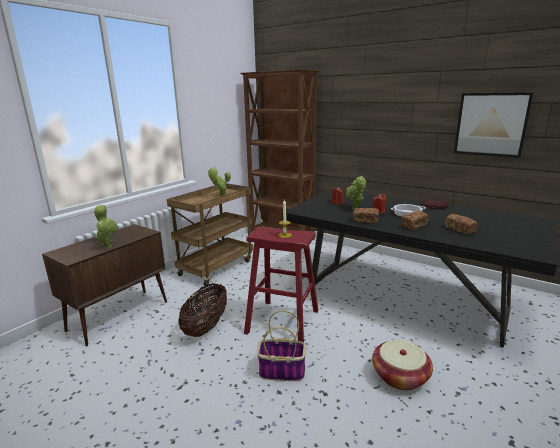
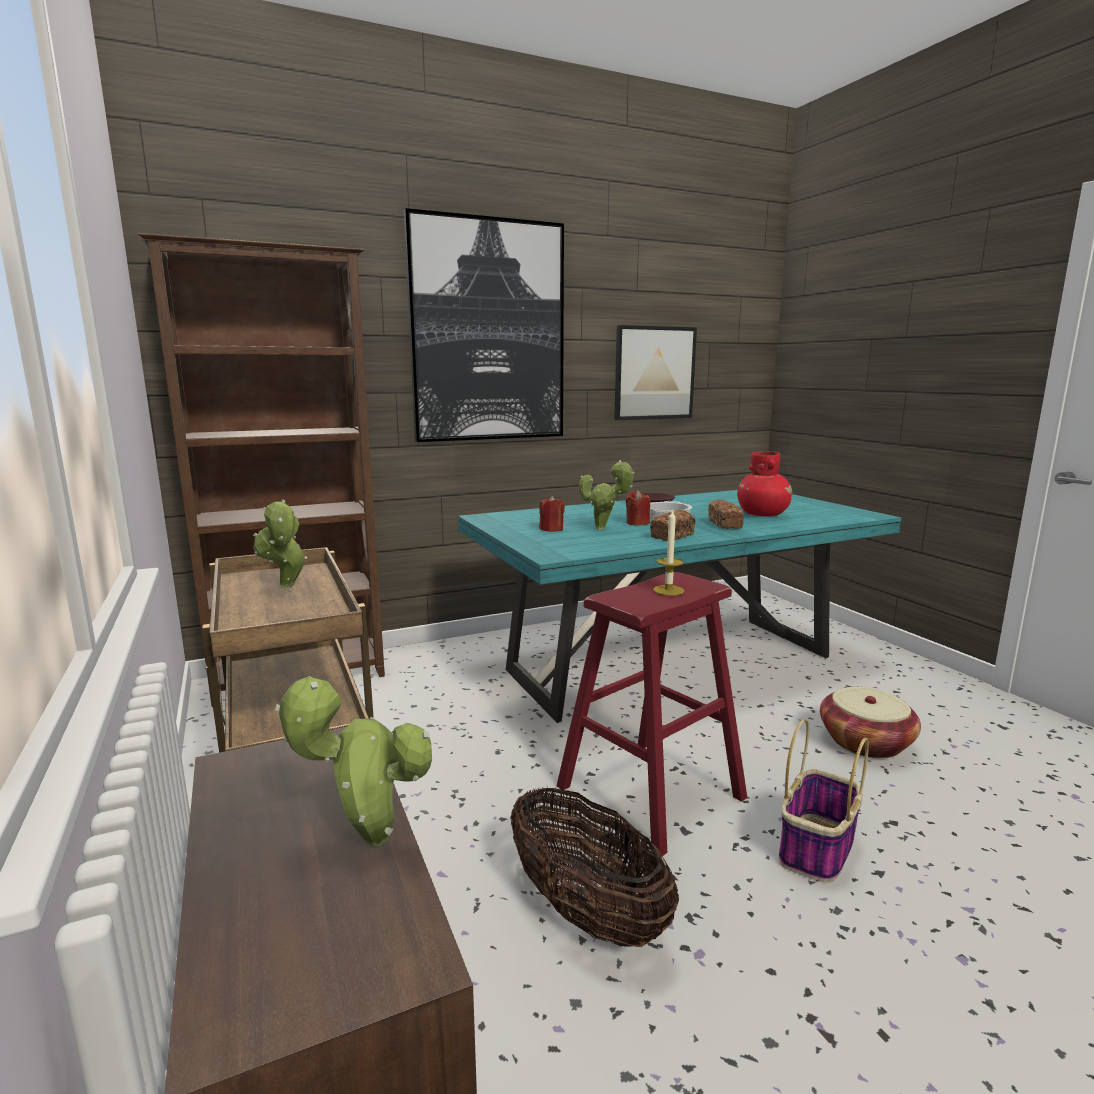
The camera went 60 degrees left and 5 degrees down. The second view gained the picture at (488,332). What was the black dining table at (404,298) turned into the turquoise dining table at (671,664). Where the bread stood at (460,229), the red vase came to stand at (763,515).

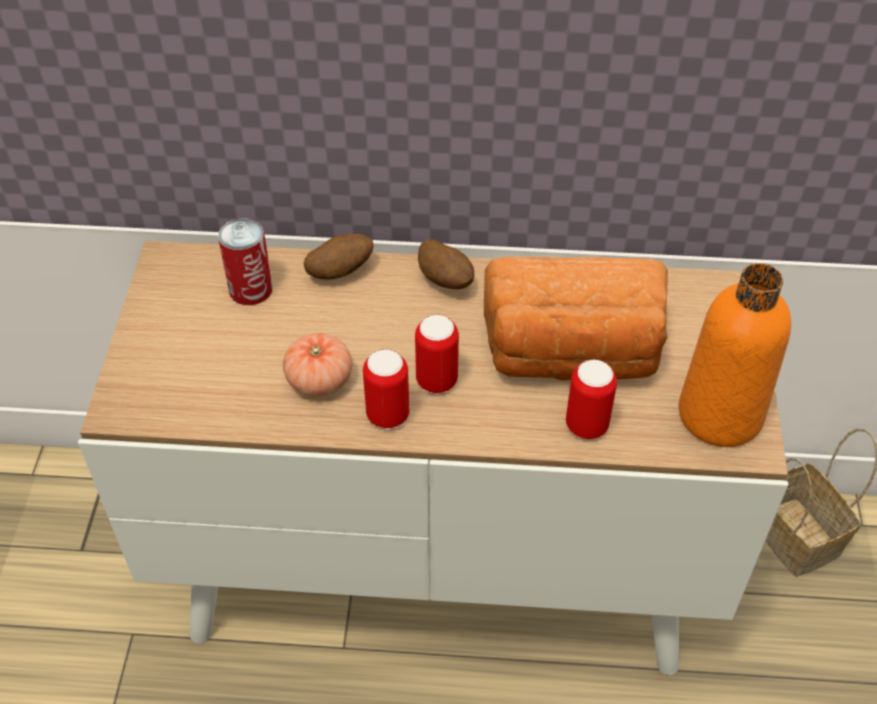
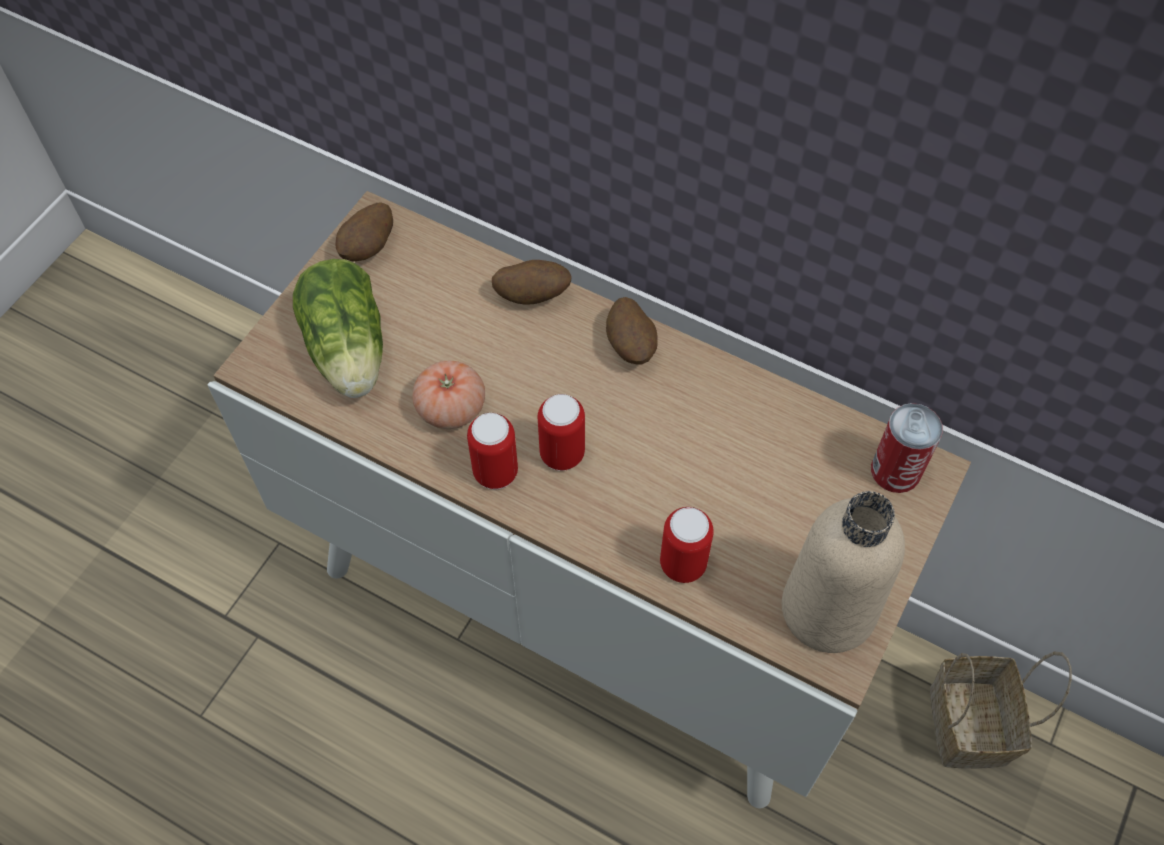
The camera went 25 degrees right and 10 degrees up. The second view gained the lettuce at (348,353). The second view gained the potato at (369,248). What was the orange bottle at (720,414) turned into the beige bottle at (828,609). The can ended up elsewhere, having gone from (250,289) to (895,470). The second view lost the bread at (572,354).

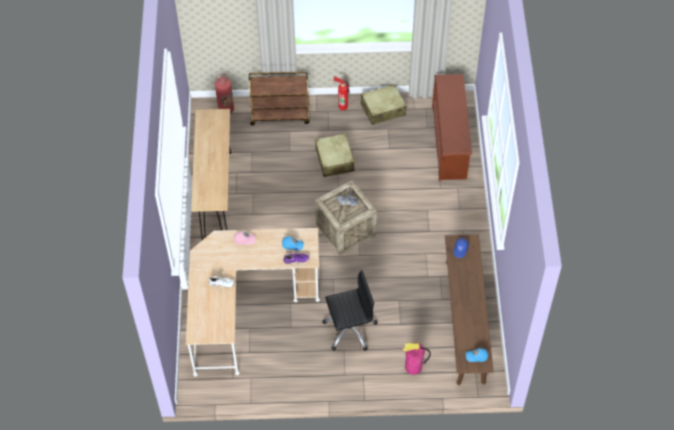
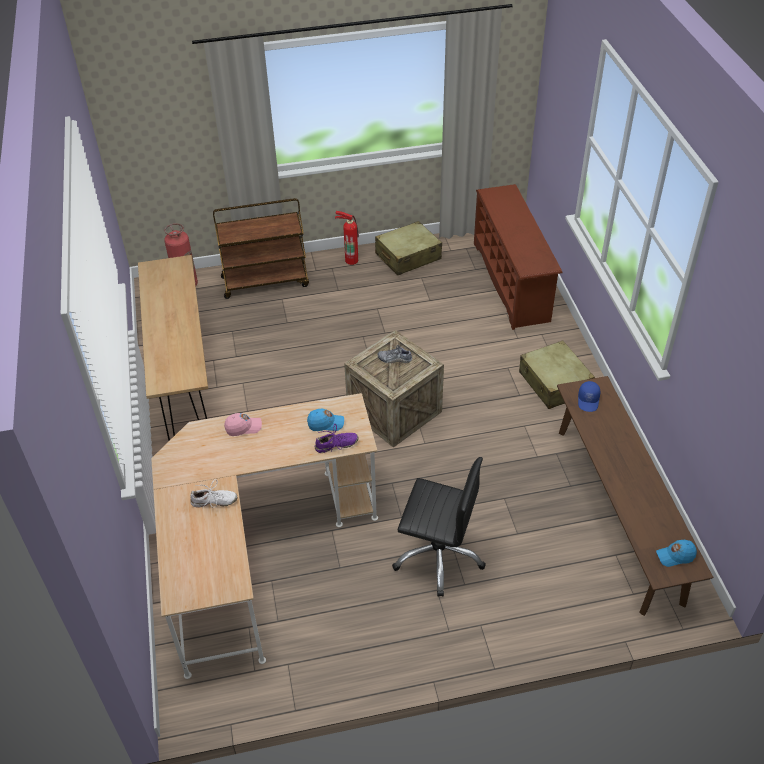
The camera went 10 degrees left and 10 degrees down. The black office chair at (350,329) ended up facing another way, 45 degrees clockwise from before. The beige suitcase ended up elsewhere, having gone from (334,160) to (554,383). The second view lost the fire extinguisher at (413,366).

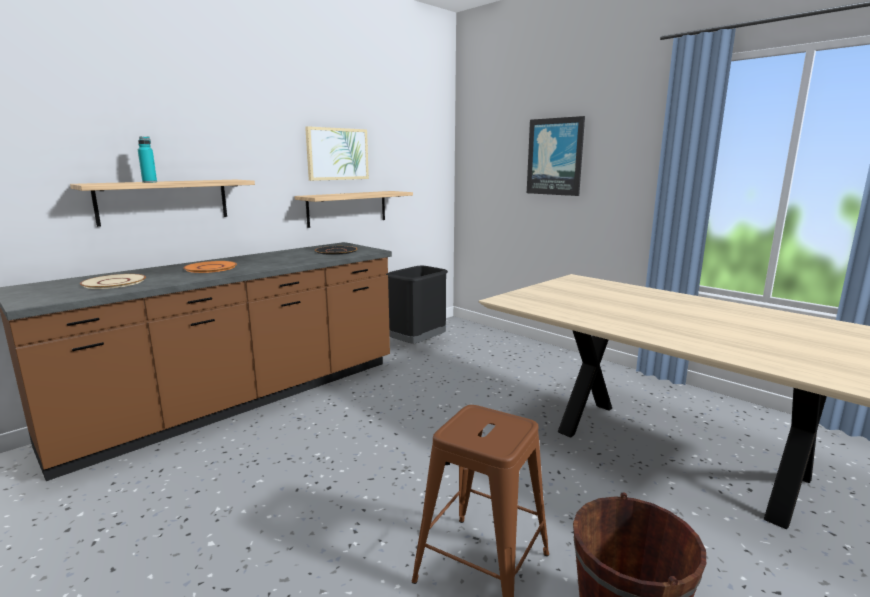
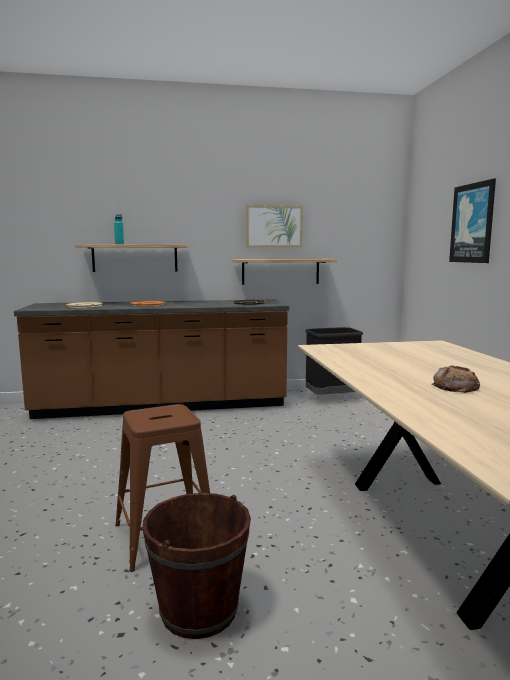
The camera went 35 degrees right and 5 degrees down. The second view gained the bread at (456,386).

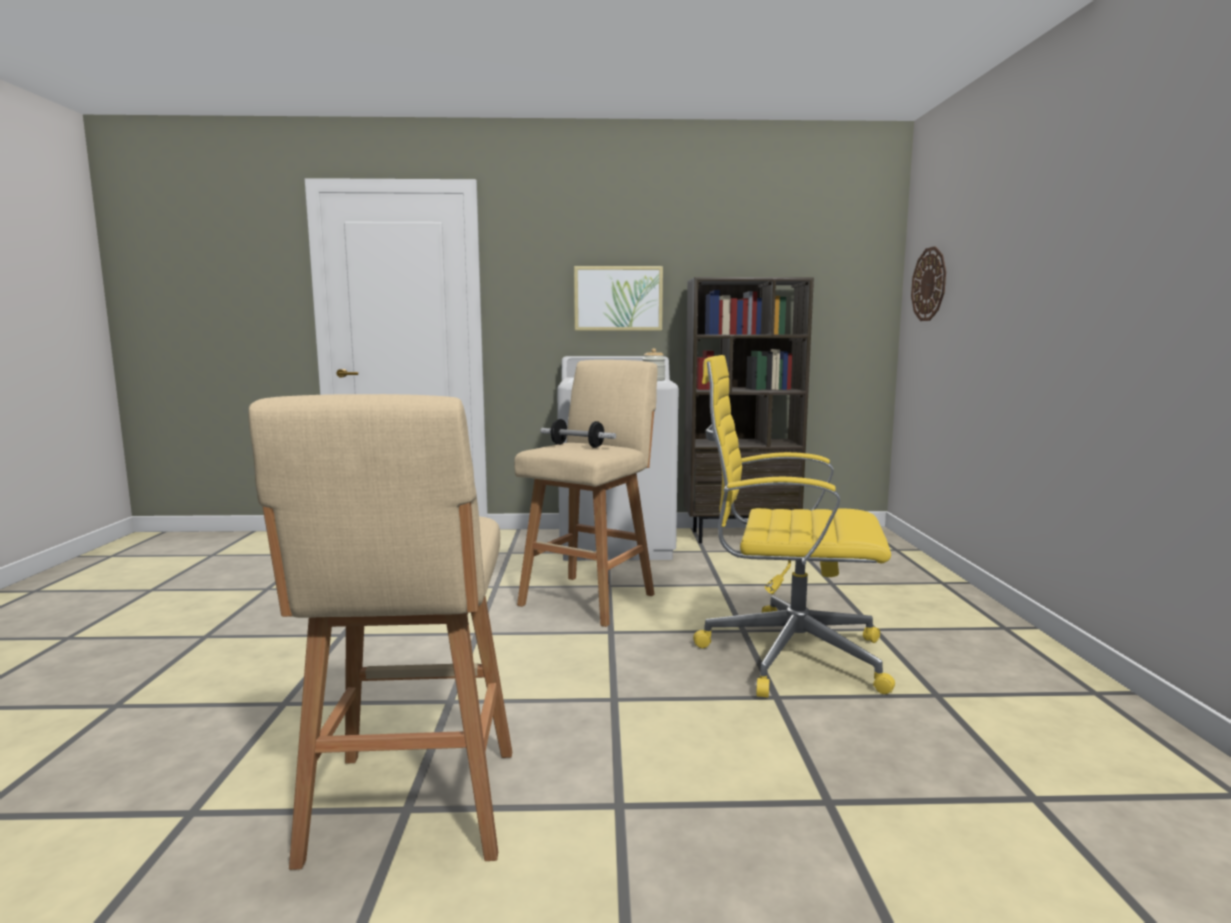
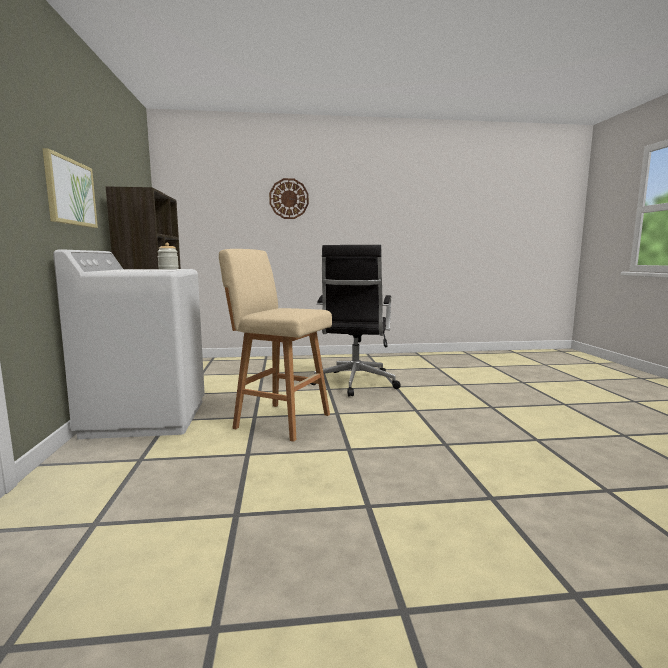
The camera went 95 degrees left and 0 degrees up. The wall clock ended up elsewhere, having gone from (929,284) to (289,198). What was the yellow office chair at (787,654) turned into the black office chair at (354,383). The second view lost the beige stool at (411,810). The second view lost the dumbbell at (577,446).

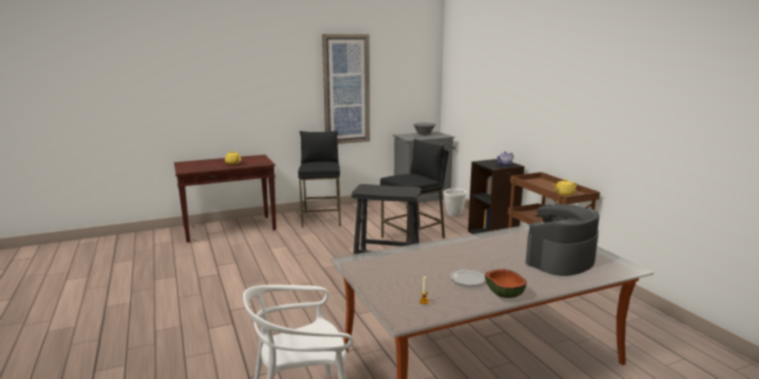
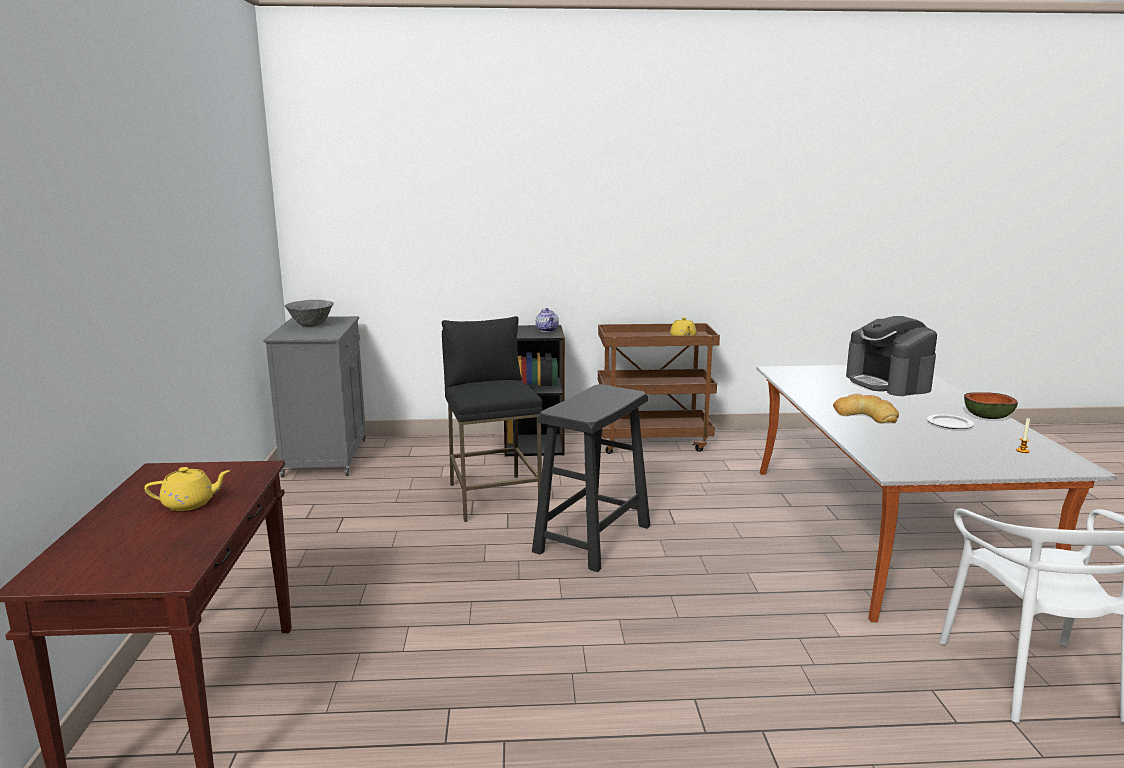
The camera went 70 degrees left and 0 degrees up. The second view gained the bread at (865,415). The second view lost the black stool at (321,218). The second view lost the picture at (346,89). The second view lost the white planter at (453,214).

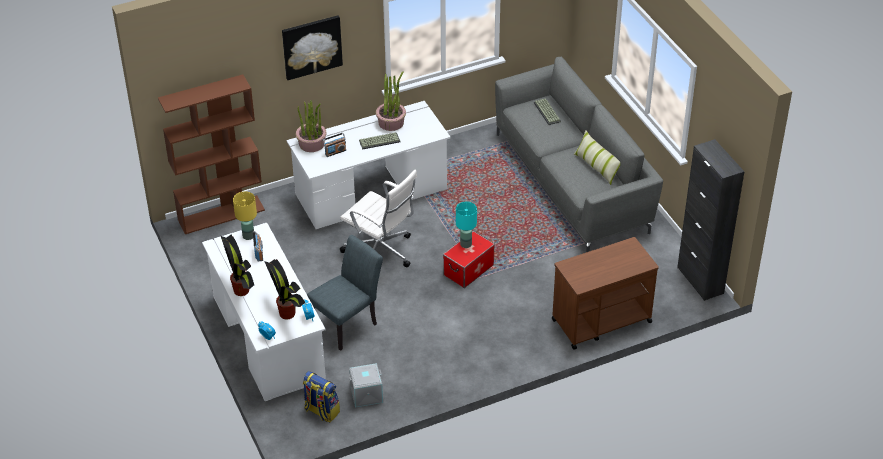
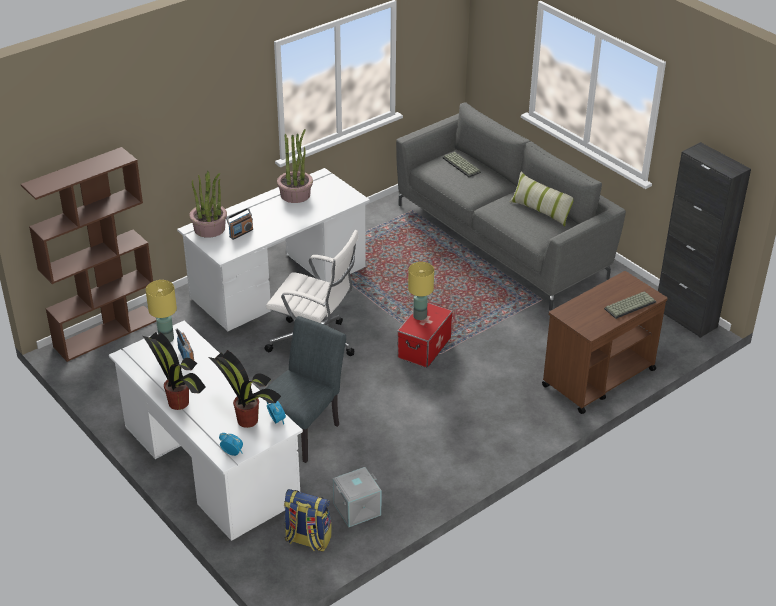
The camera went 15 degrees left and 5 degrees down. What was the turquoise table lamp at (465,244) turned into the yellow table lamp at (419,316). The keyboard ended up elsewhere, having gone from (379,141) to (630,305). The second view lost the picture at (312,46).

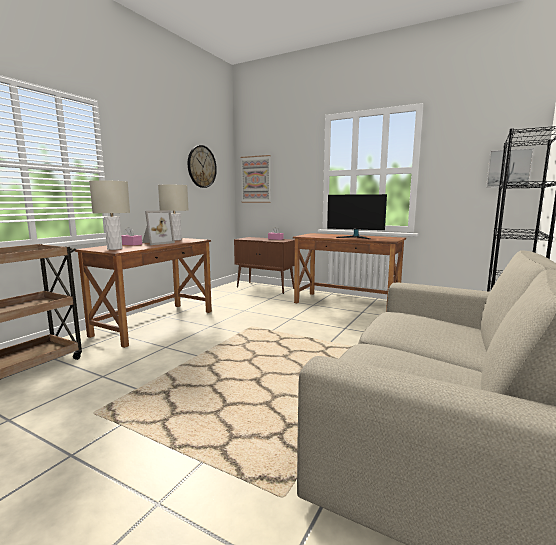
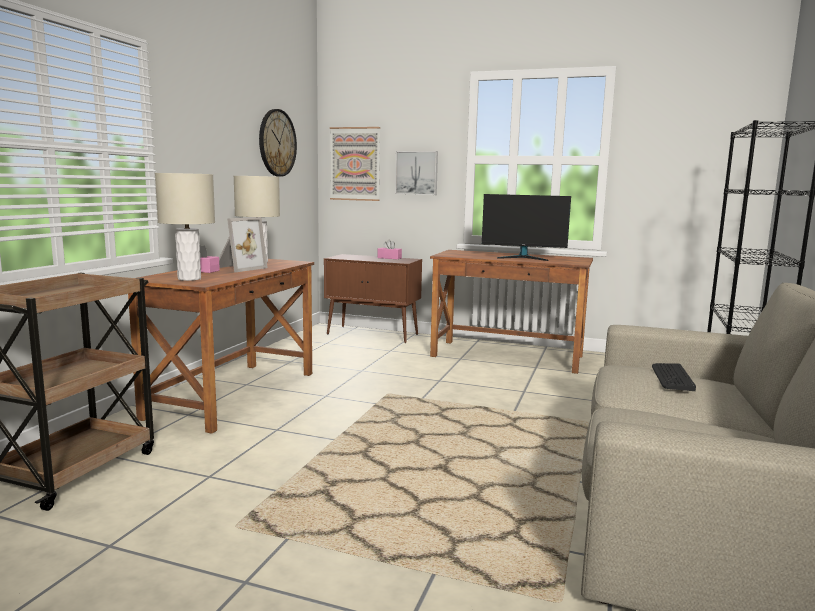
The camera went 10 degrees left and 0 degrees up. The picture ended up elsewhere, having gone from (509,168) to (417,173). The second view gained the keyboard at (672,377).

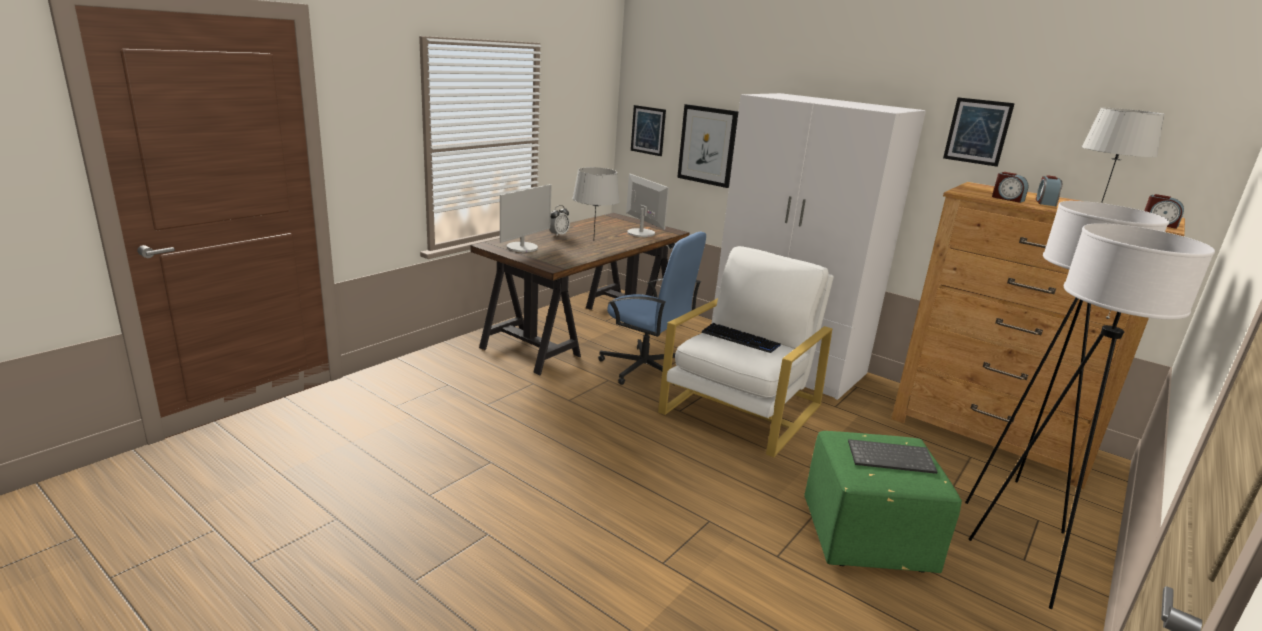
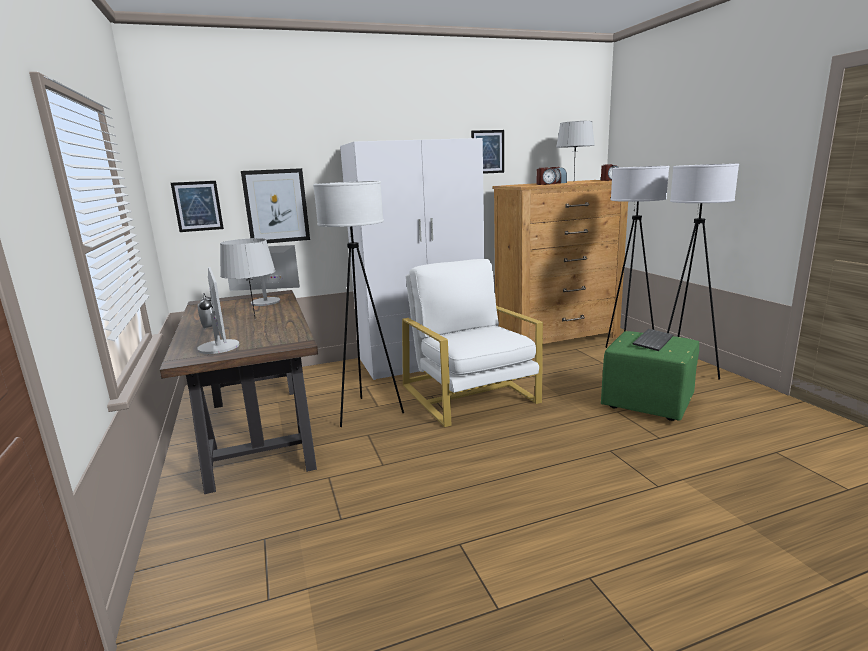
The camera went 55 degrees left and 5 degrees down. Where the blue office chair stood at (645,368), the white floor lamp came to stand at (367,412). The second view lost the keyboard at (740,339).

